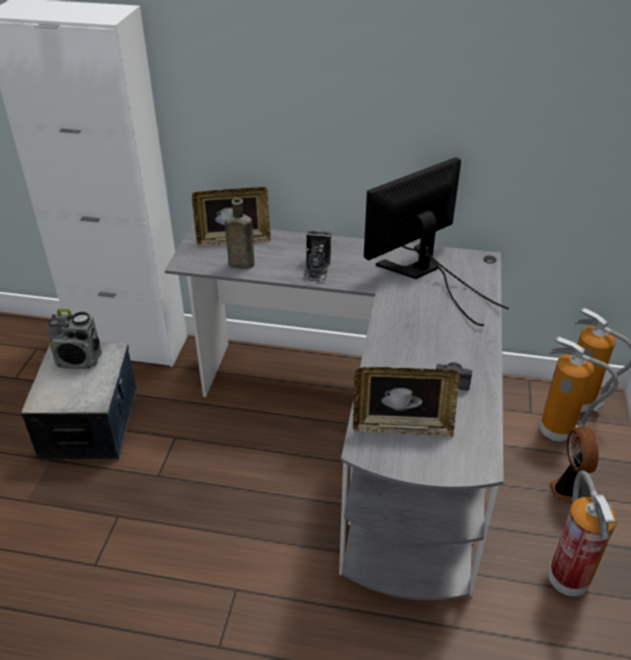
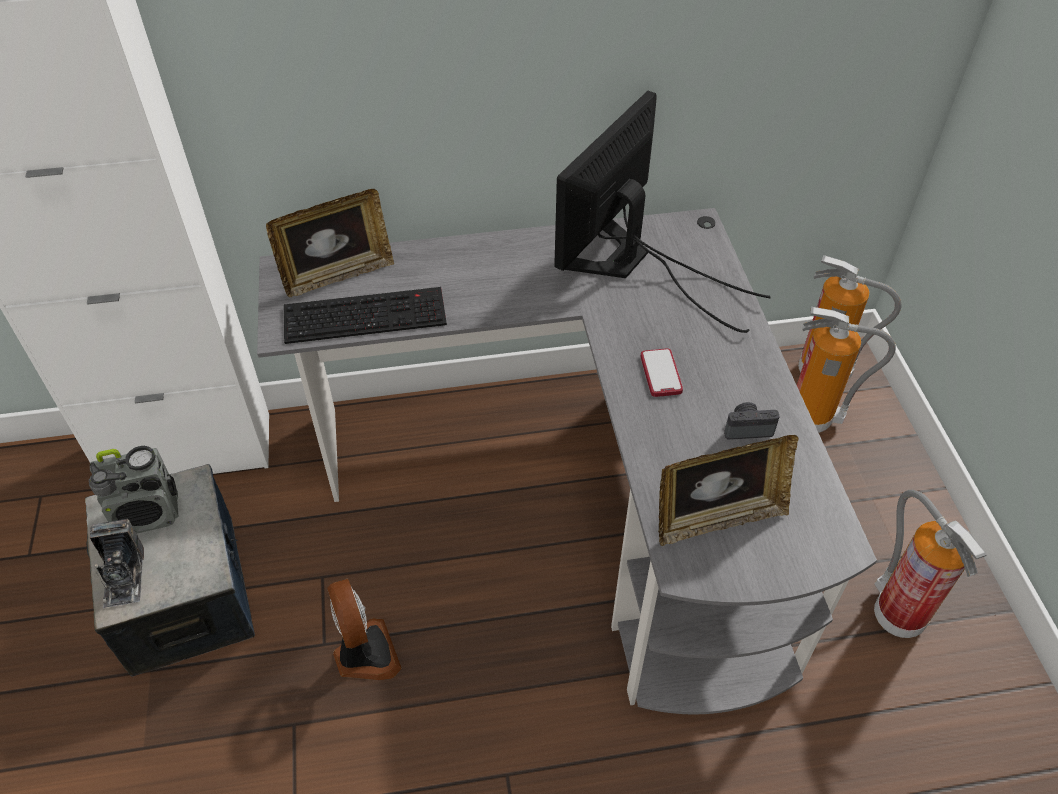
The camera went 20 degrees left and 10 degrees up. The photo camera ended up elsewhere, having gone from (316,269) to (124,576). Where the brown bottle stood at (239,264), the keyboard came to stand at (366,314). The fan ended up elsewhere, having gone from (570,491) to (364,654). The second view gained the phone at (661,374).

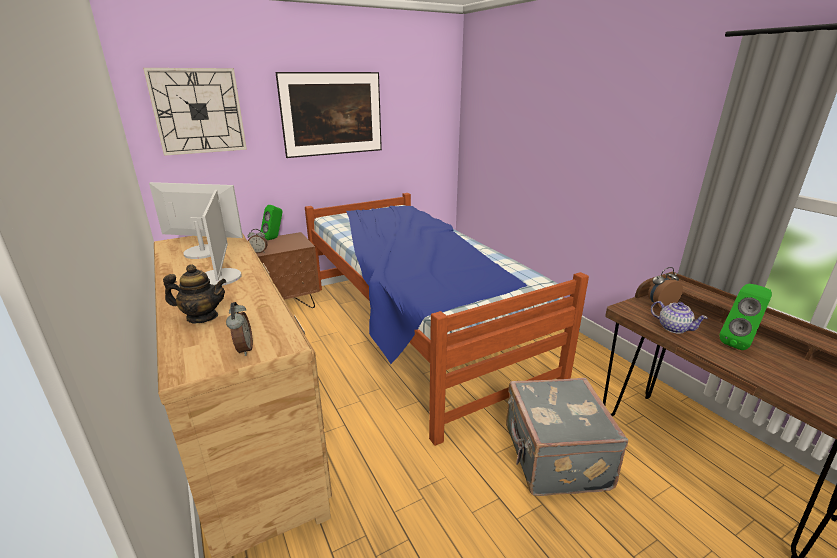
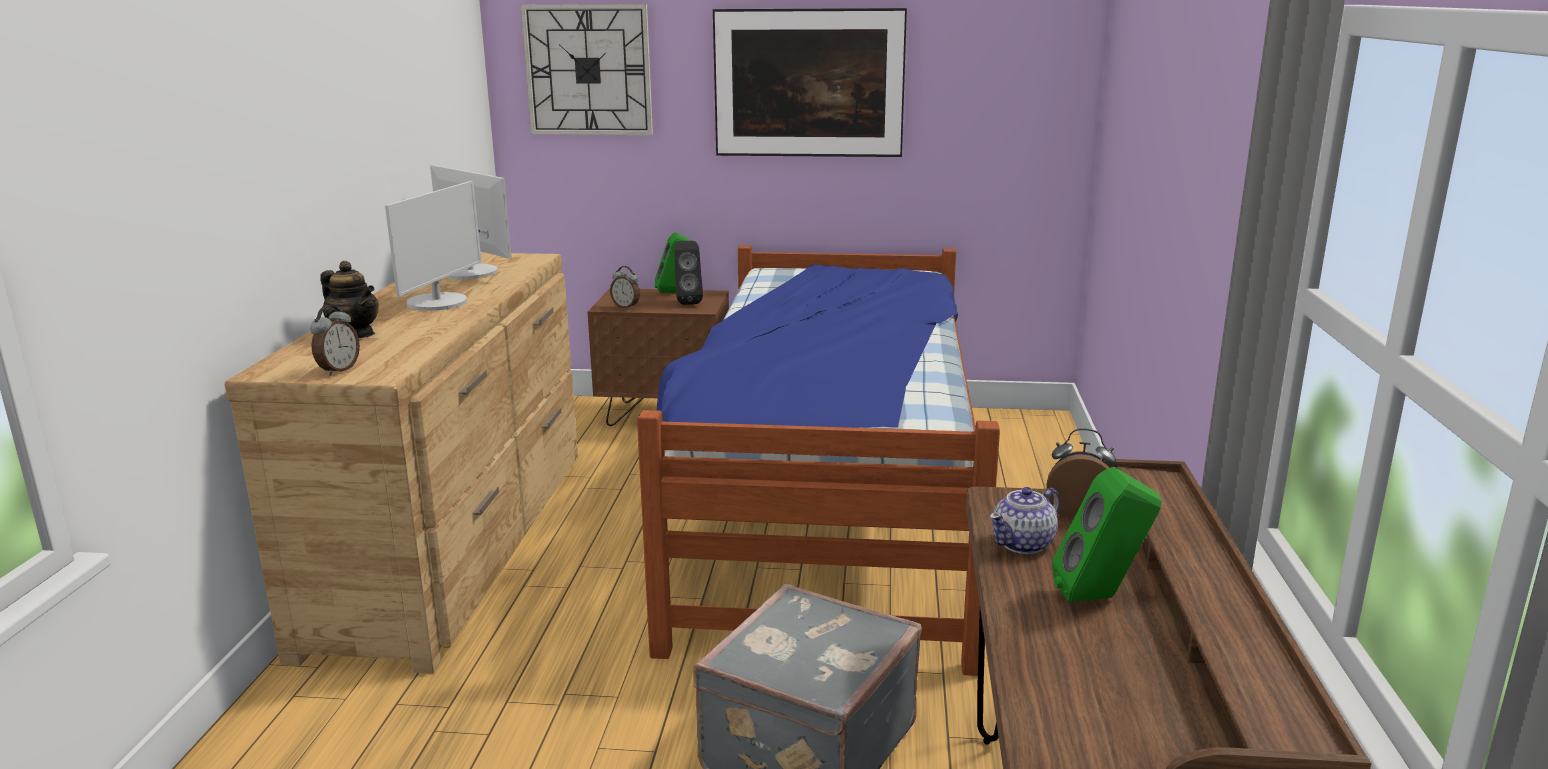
The camera went 35 degrees right and 5 degrees down. The second view gained the black speaker at (688,302). The teapot at (673,328) ended up facing another way, 60 degrees clockwise from before.

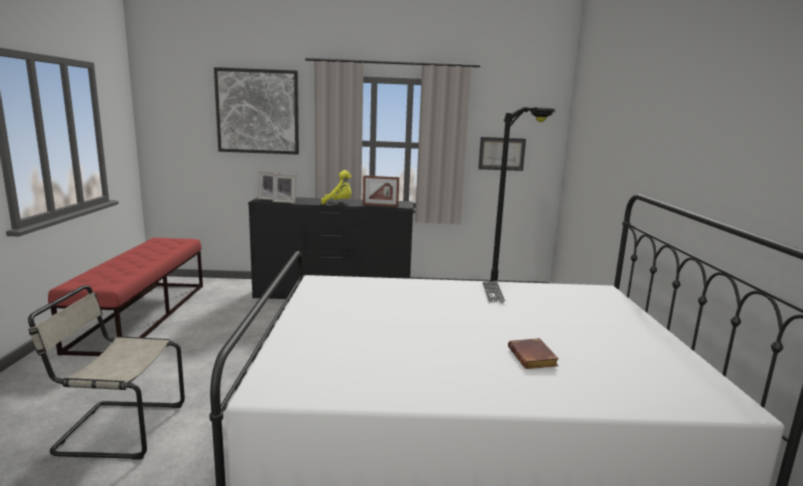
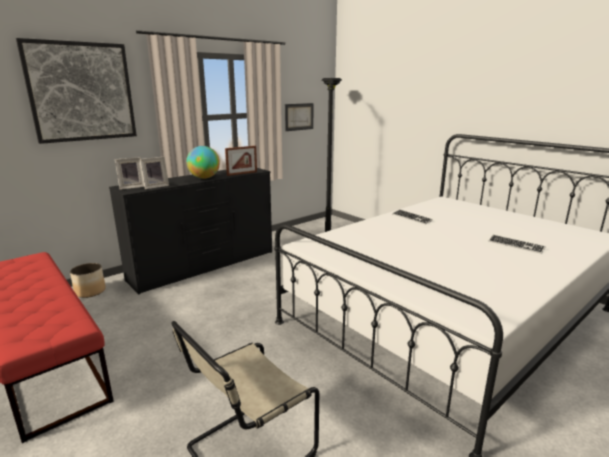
The camera went 40 degrees left and 5 degrees up. The second view gained the planter at (90,291). Where the yellow plush toy stood at (338,203), the globe came to stand at (204,178). Where the brown book stood at (534,359), the keyboard came to stand at (515,245).

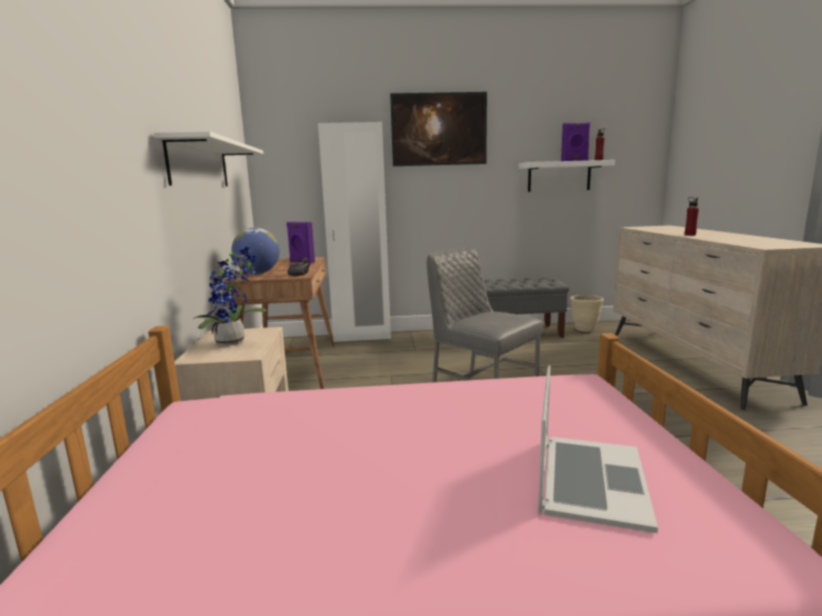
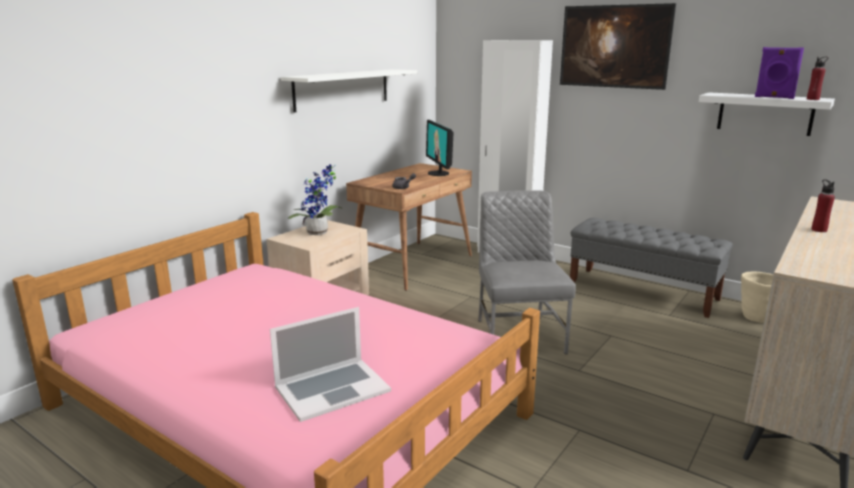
The camera went 40 degrees right and 5 degrees up. Where the purple speaker stood at (301,262), the monitor came to stand at (439,173). The second view lost the globe at (258,273).

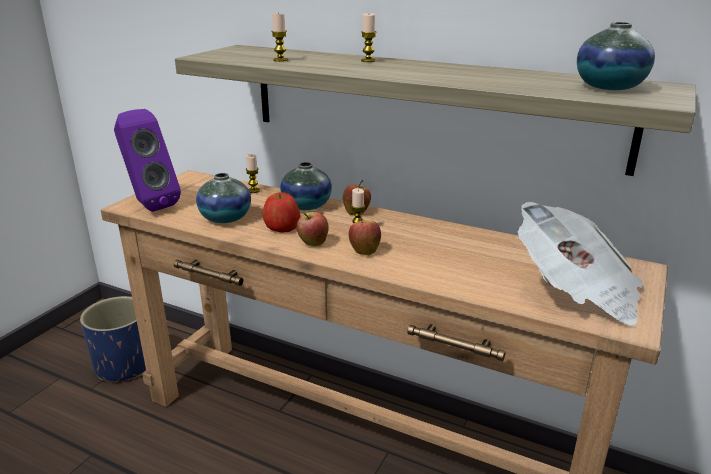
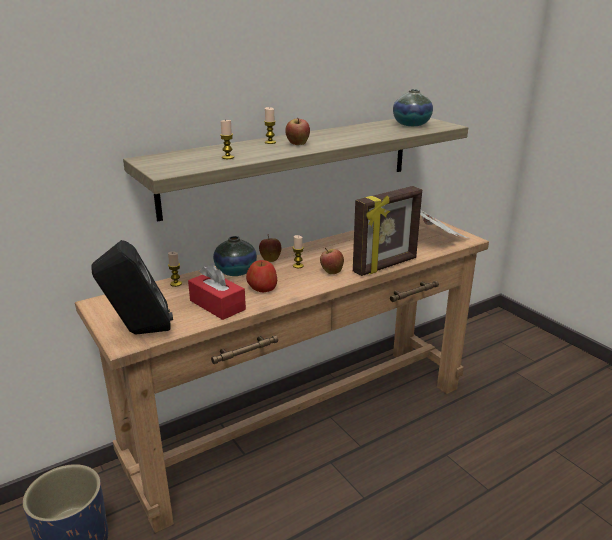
The camera went 60 degrees left and 0 degrees up. What was the purple speaker at (149,205) turned into the black speaker at (139,333). Where the vase stood at (225,218), the red tissue box came to stand at (217,305). The apple ended up elsewhere, having gone from (313,243) to (297,144). The second view gained the picture frame at (386,266).

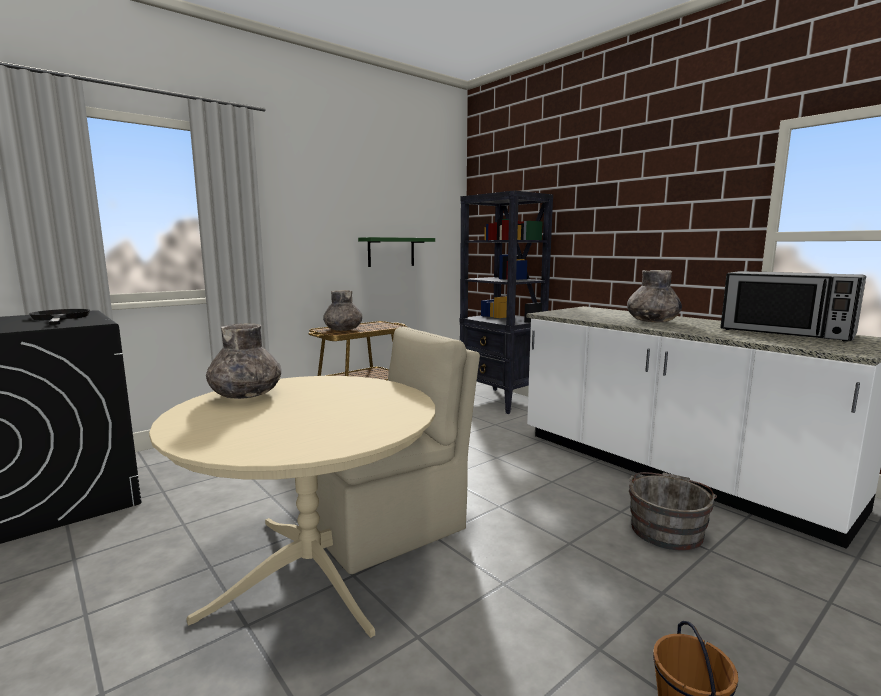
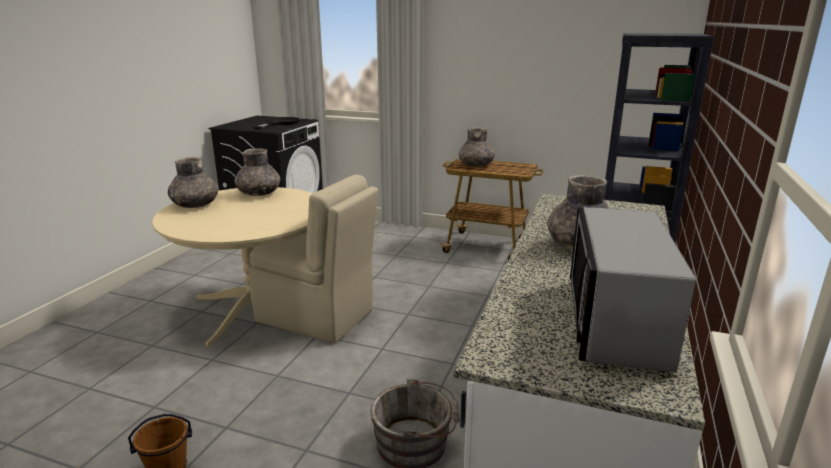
The camera went 60 degrees right and 10 degrees up. The second view gained the grey vase at (195,205). The second view lost the green shelf at (391,252).

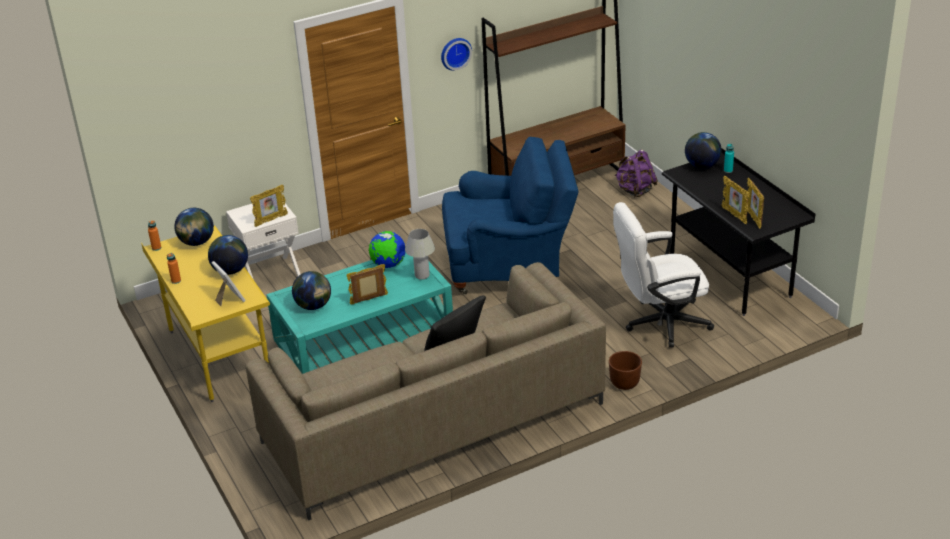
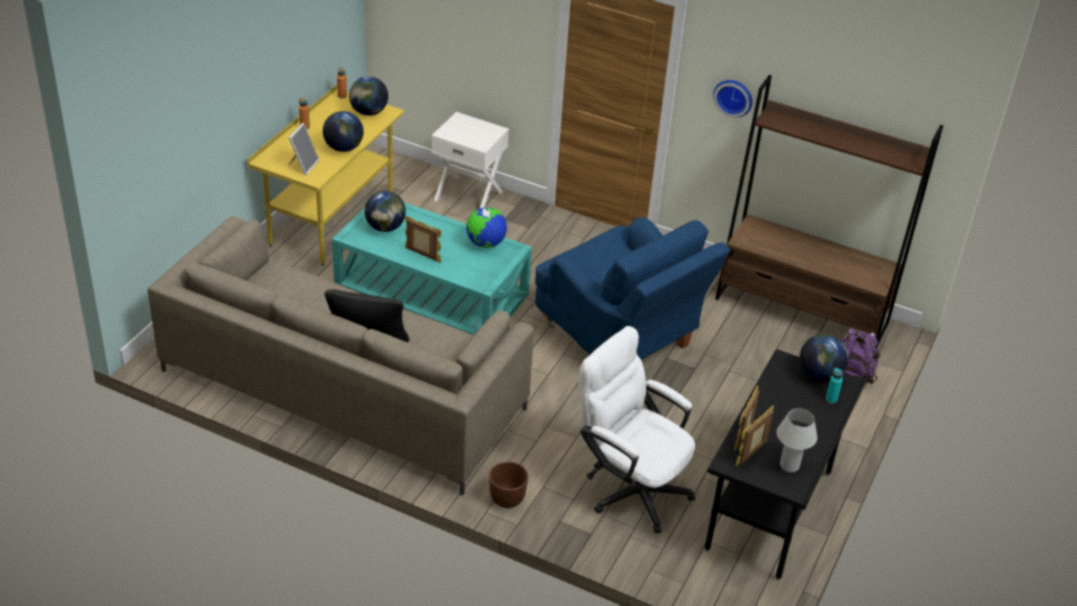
The camera went 50 degrees right and 5 degrees up. The white table lamp ended up elsewhere, having gone from (422,275) to (789,466). The second view lost the picture frame at (271,220).

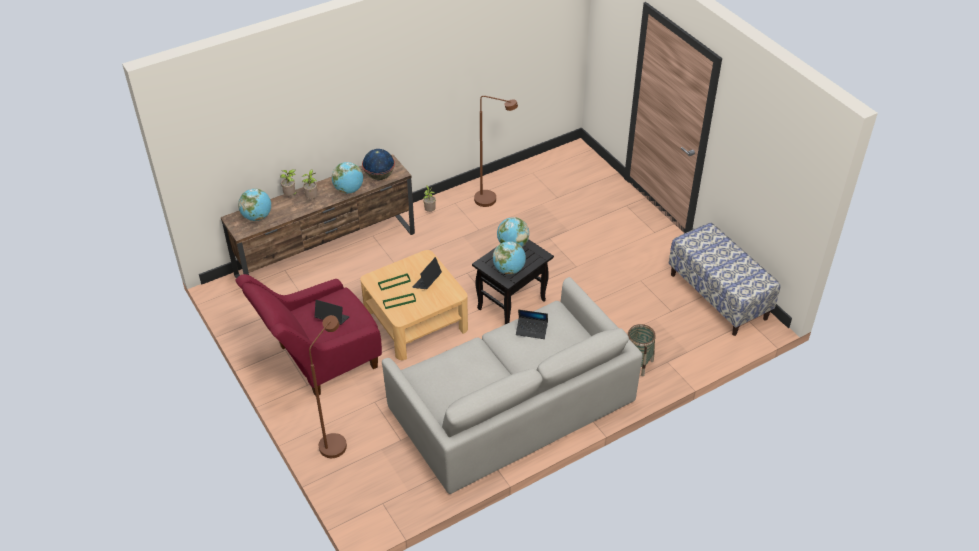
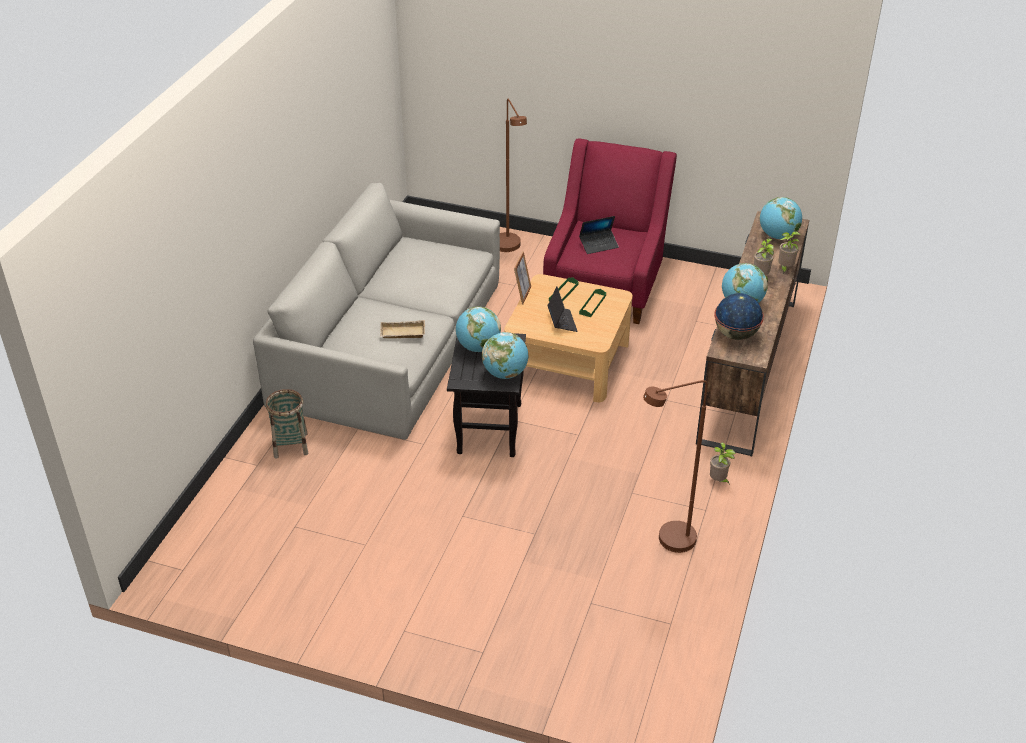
The camera went 140 degrees right and 5 degrees down. Where the laptop stood at (531,330), the beige tray came to stand at (402,333). The second view gained the picture frame at (522,294). The second view lost the bench at (718,296).

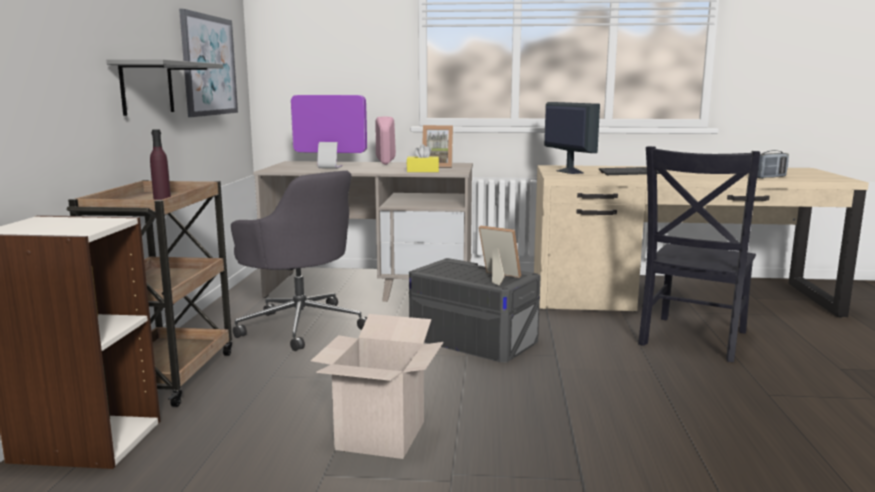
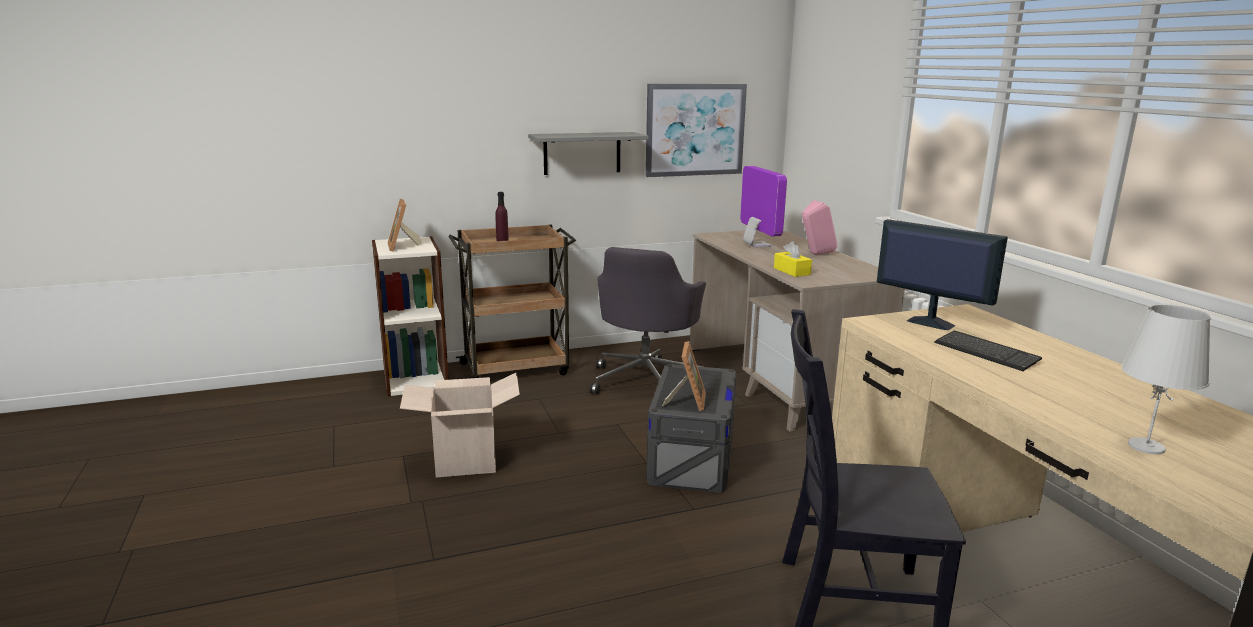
The camera went 65 degrees right and 5 degrees up. The picture frame ended up elsewhere, having gone from (437,166) to (403,247). The monitor at (569,171) ended up facing another way, 90 degrees counterclockwise from before. Where the radio stood at (769,177), the white table lamp came to stand at (1146,447).

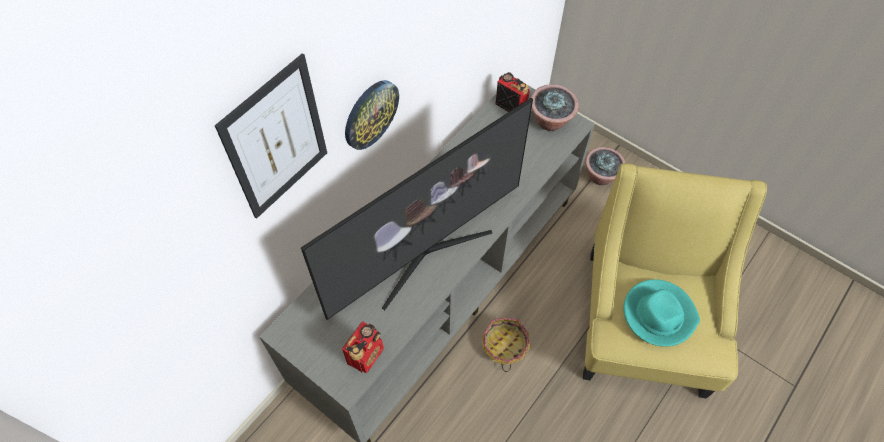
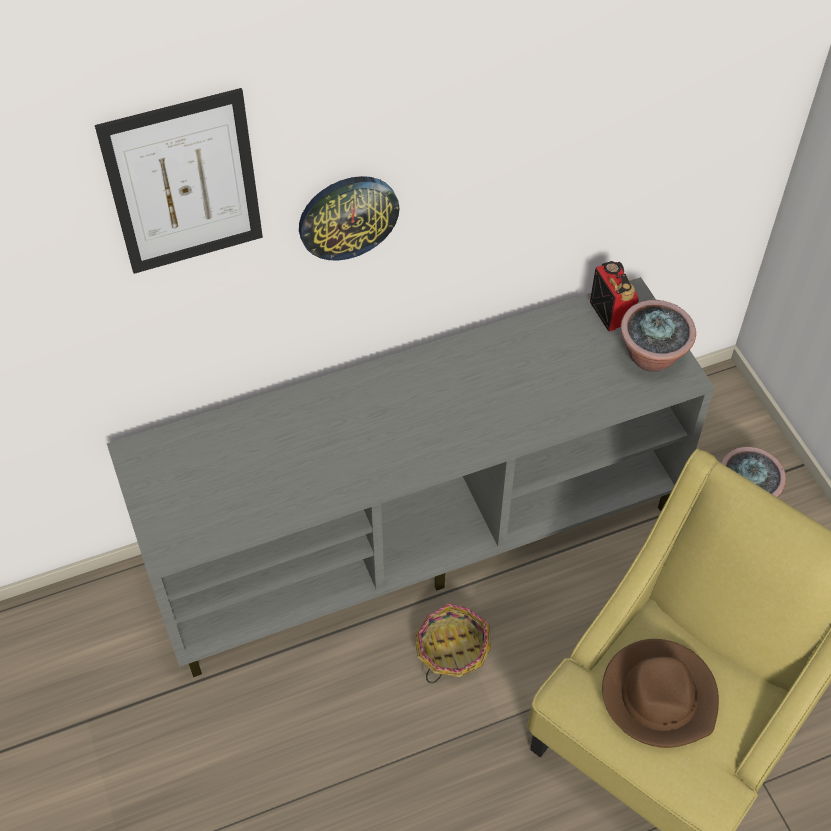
The camera went 30 degrees right and 5 degrees down. What was the turquoise hat at (658,314) turned into the brown hat at (659,695). The second view lost the television at (425,254). The second view lost the radio at (366,355).

